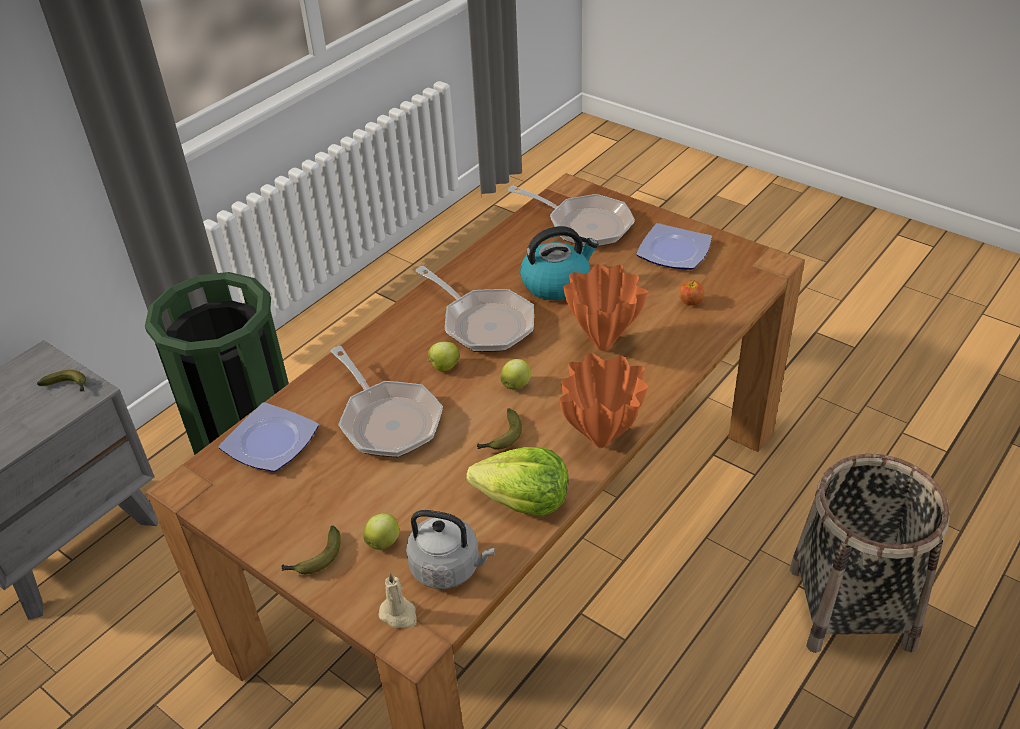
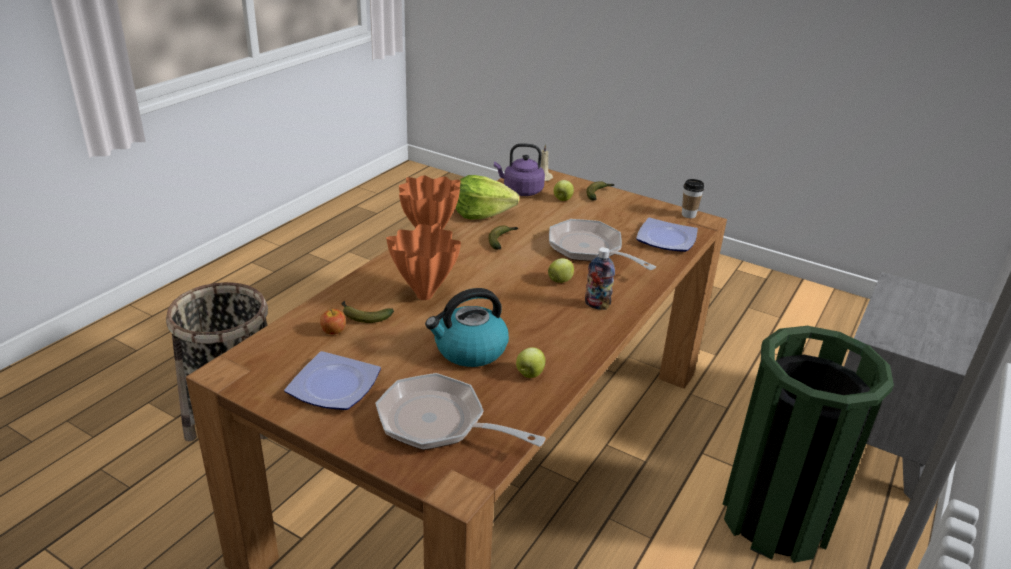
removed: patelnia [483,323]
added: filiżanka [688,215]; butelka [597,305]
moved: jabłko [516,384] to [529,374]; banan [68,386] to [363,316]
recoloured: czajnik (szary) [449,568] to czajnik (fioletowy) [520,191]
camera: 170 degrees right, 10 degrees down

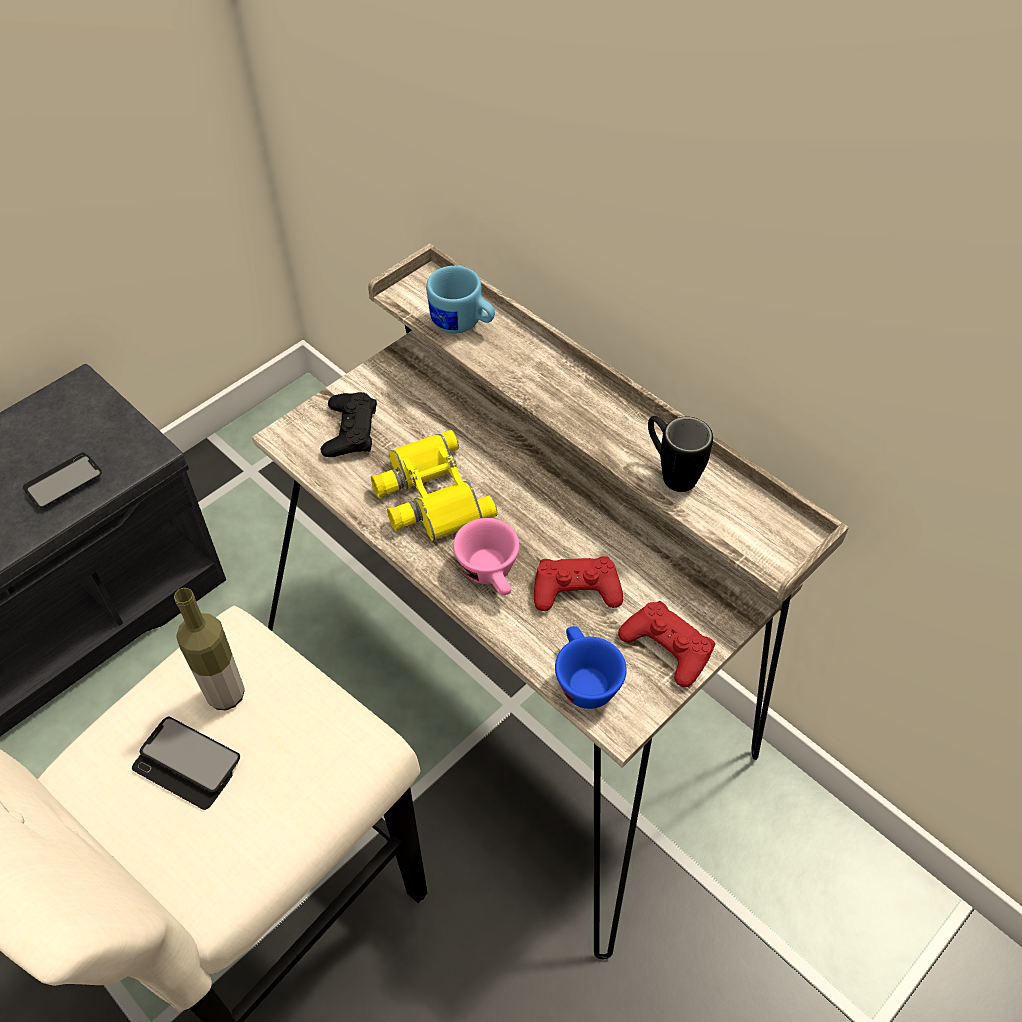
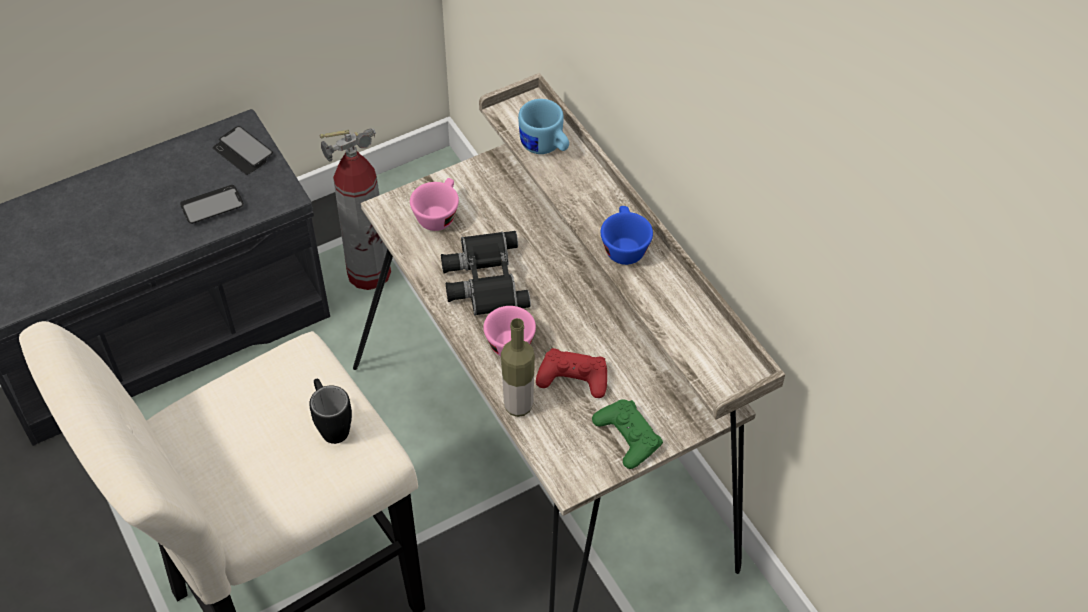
added: gaśnica [369,272]
moved: kubek (czarny) [670,472] to [331,425]; butelka [226,695] to [518,406]; filiżanka (niebieski) [583,680] to [623,246]; telefon [187,764] to [243,152]
replaced: pad do gier (czarny) [350,431] to filiżanka (różowy) [438,214]
recoloured: lornetka (żółty) [428,494] to lornetka (czarny) [483,279]; pad do gier (czerwony) [667,647] to pad do gier (zielony) [627,437]
camera: 15 degrees right, 0 degrees up

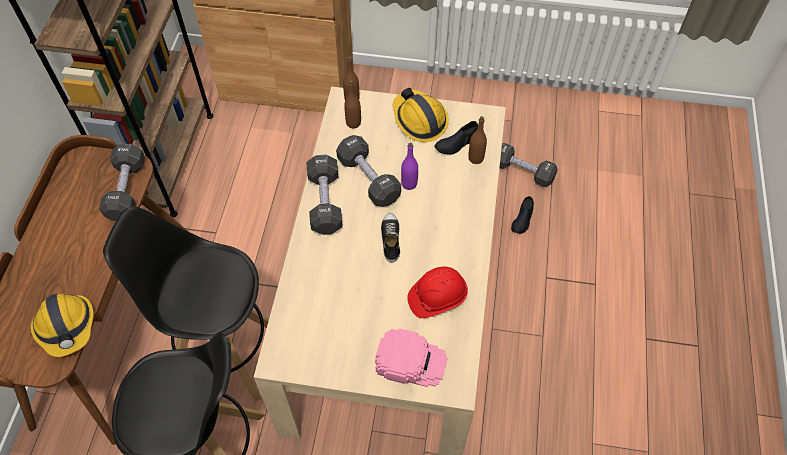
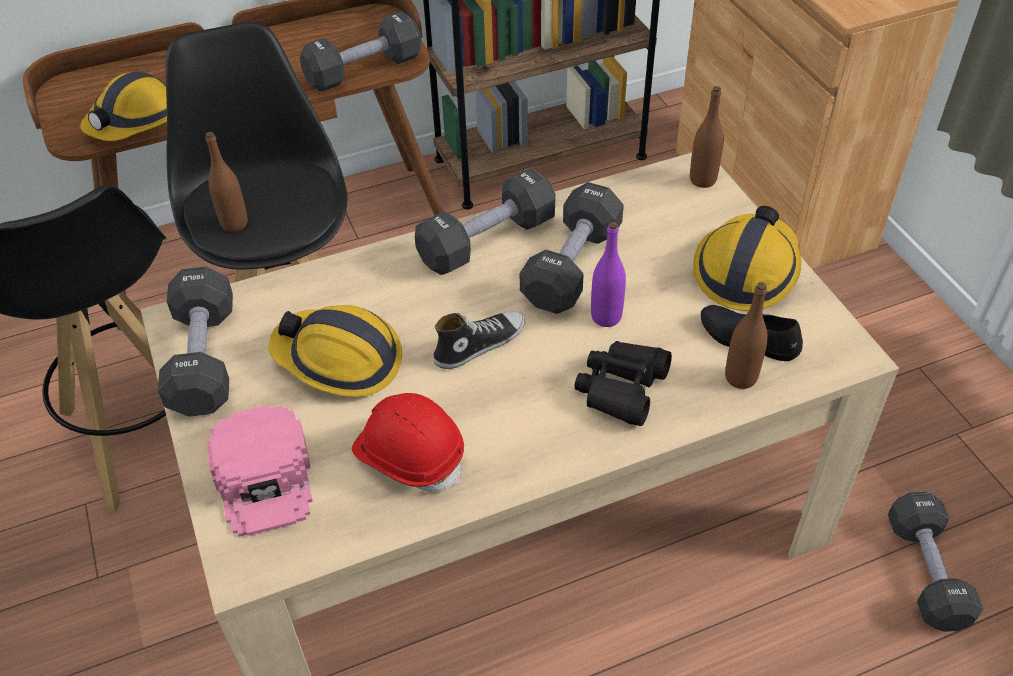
removed: but (czarny) [522,219]
added: hantel (czarny) [204,359]; kask [339,360]; lornetka (czarny) [621,388]
moved: butelka (brązowy) [353,123] to [234,223]
camera: 60 degrees right, 10 degrees down

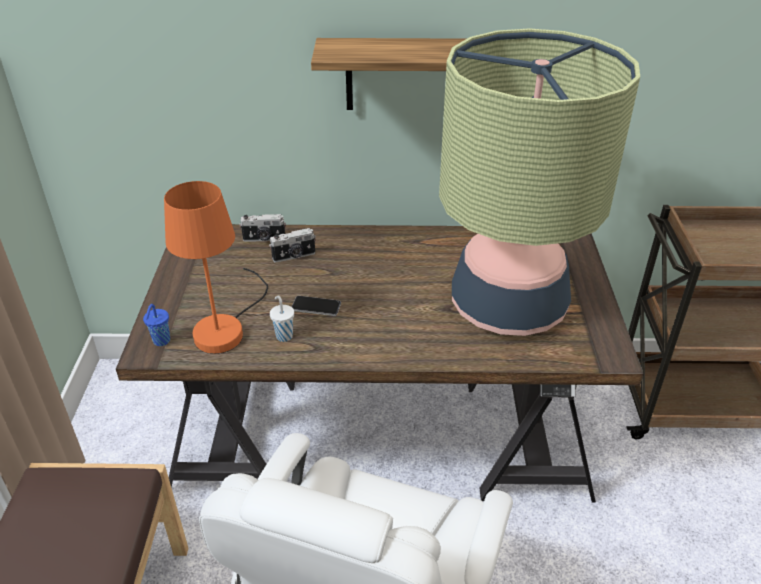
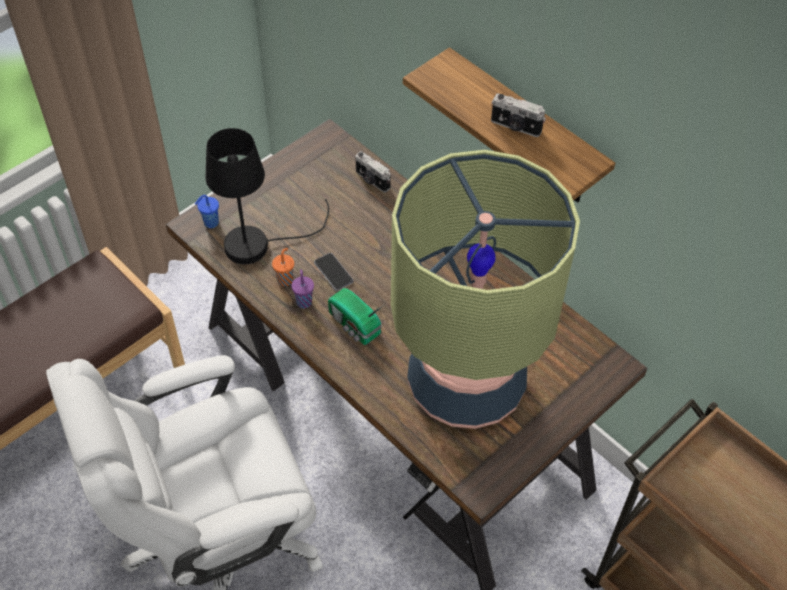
added: filiżanka (fioletowy) [304,301]; radio [354,326]
moved: aparat fotograficzny [294,256] to [515,127]
recoloured: lampa stołowa (pomarańczowy) [226,327] to lampa stołowa (czarny) [259,243]; filiżanka (biały) [284,335] to filiżanka (pomarańczowy) [285,279]
camera: 45 degrees right, 15 degrees up

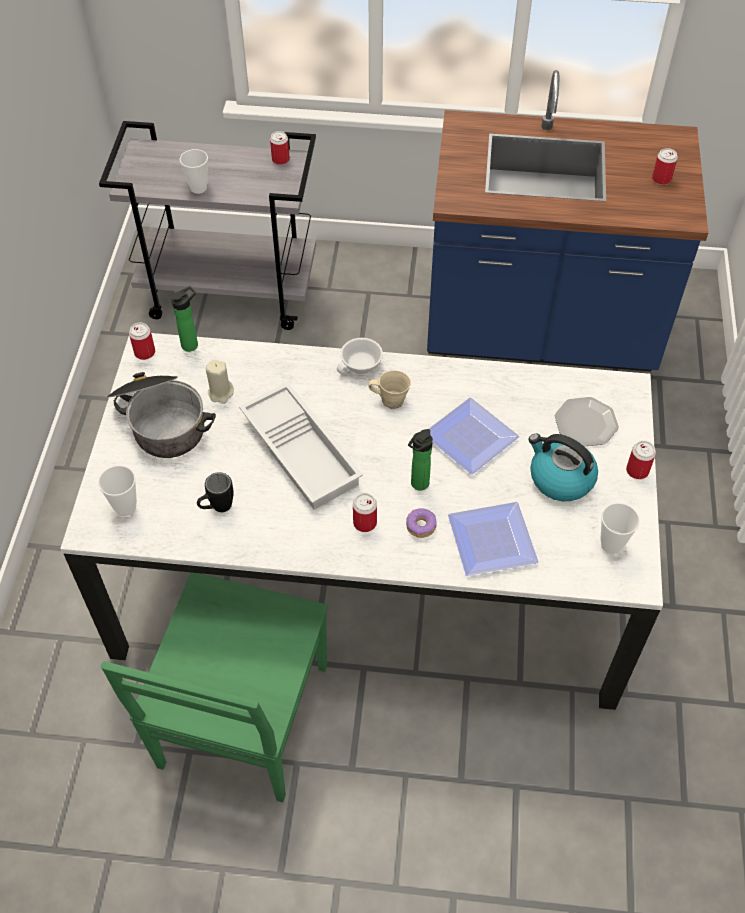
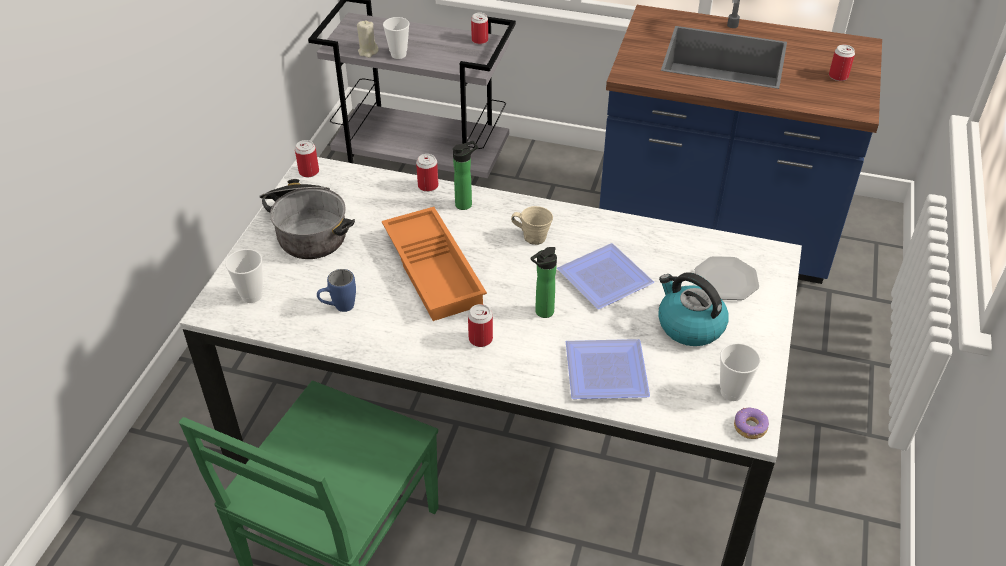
removed: filiżanka (biały) [361,367]
moved: butelka [192,344] to [466,204]; świeca (beżowy) [221,393] to [368,52]; puszka [637,470] to [428,186]; donut [421,526] to [750,427]
recoloured: taca (biały) [303,451] to taca (pomarańczowy) [435,270]; kubek (czarny) [217,508] to kubek (niebieski) [338,307]
camera: 10 degrees right, 10 degrees down

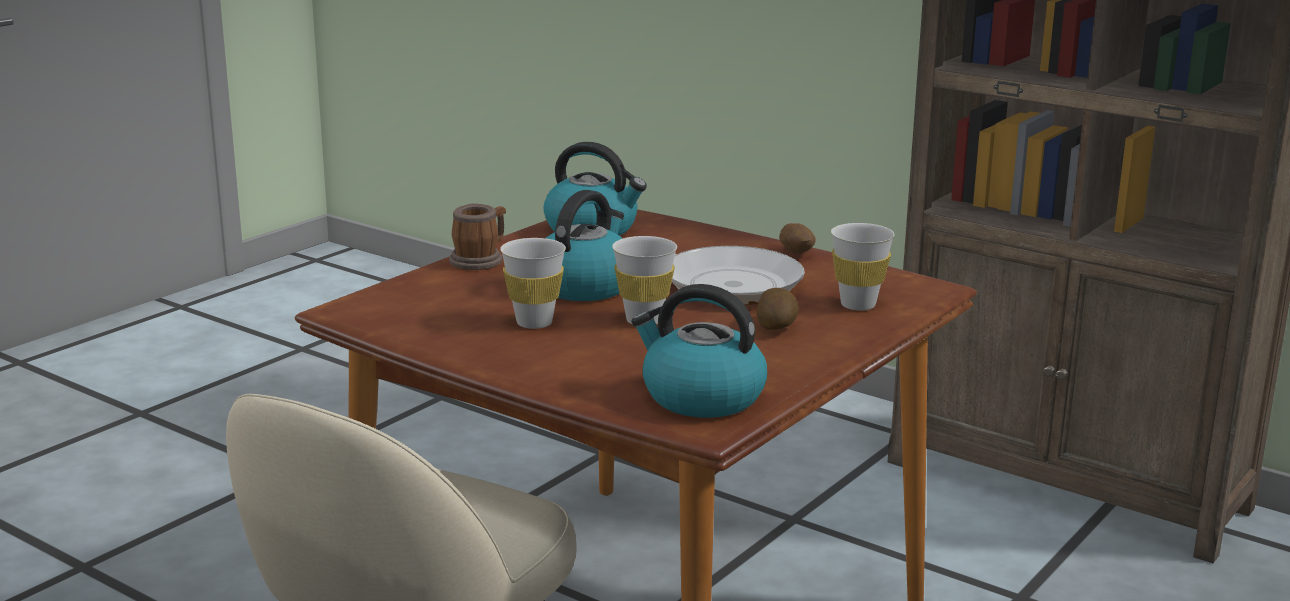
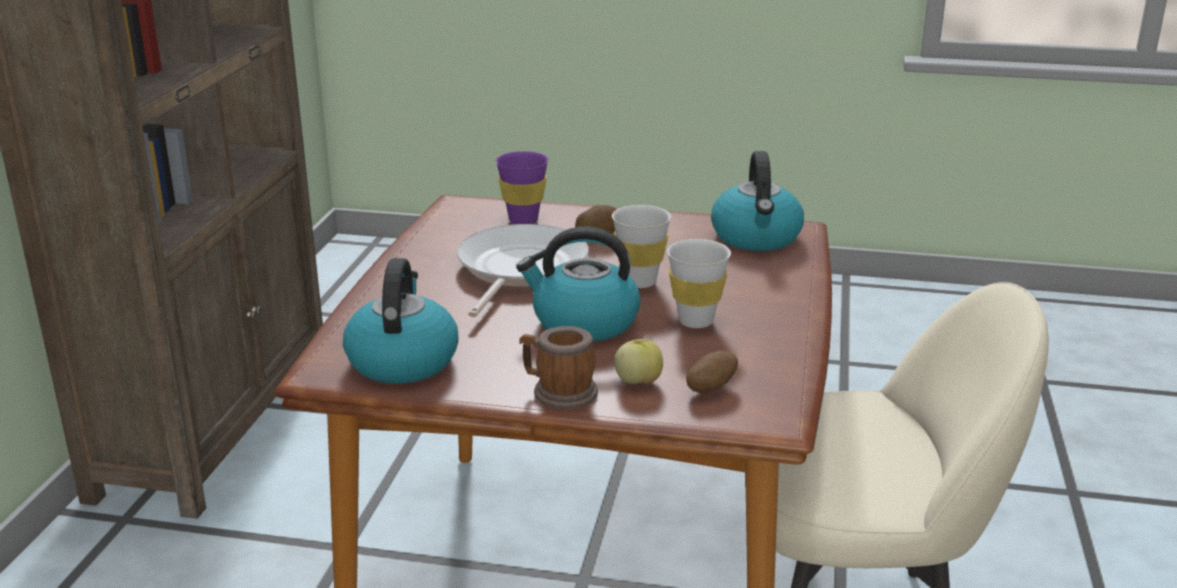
added: jabłko [638,381]
moved: ziemniak [796,253] to [710,388]
recoloured: filiżanka (biały) [858,305] to filiżanka (fioletowy) [523,220]
camera: 115 degrees left, 5 degrees up

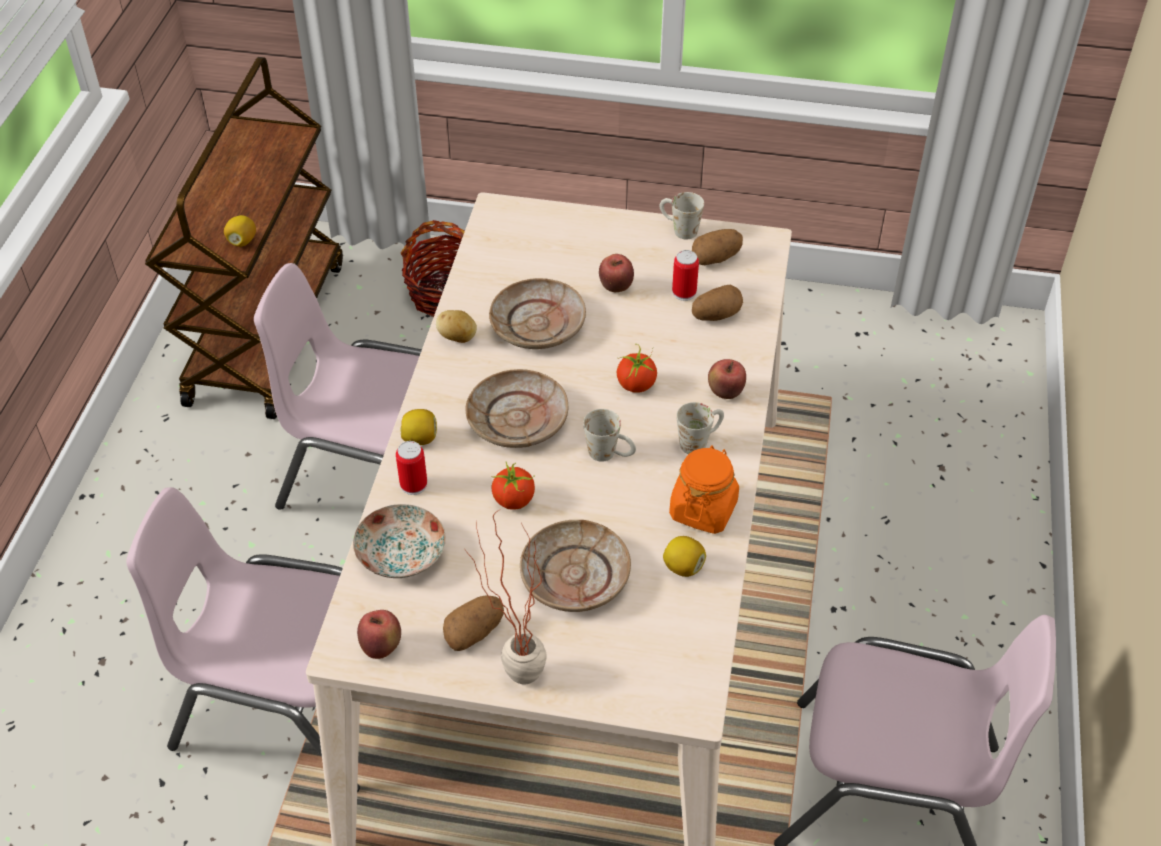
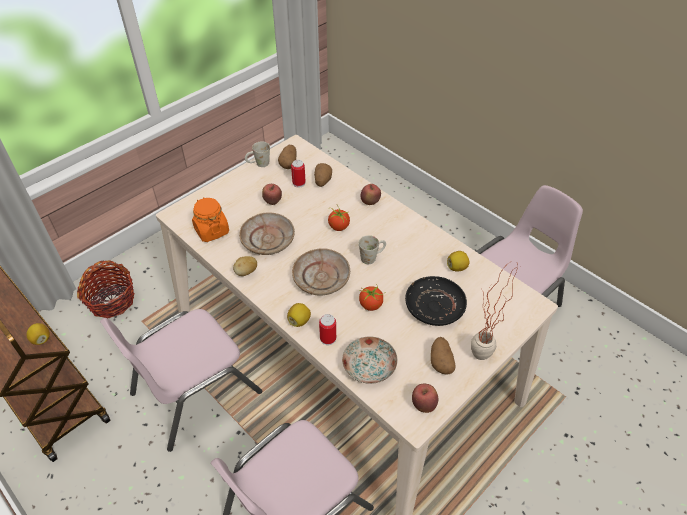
removed: kubek (biały) [700,441]
moved: słoik (pomarańczowy) [703,509] to [211,231]
recoloured: talerz (beżowy) [574,576] to talerz (czarny) [434,307]
camera: 55 degrees left, 0 degrees up

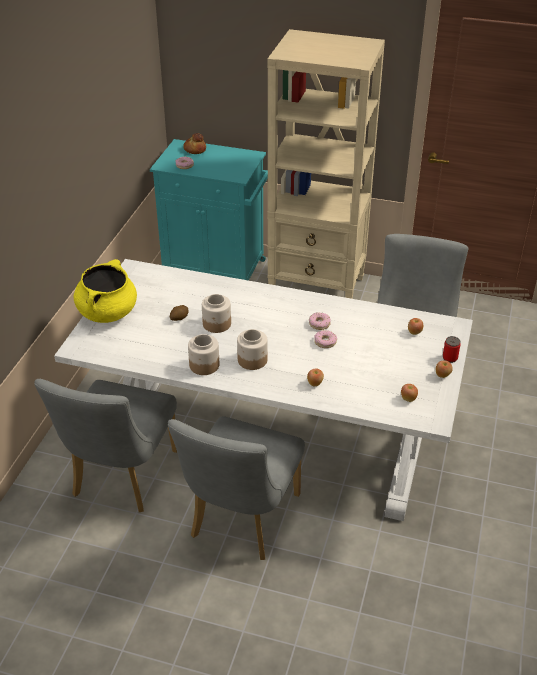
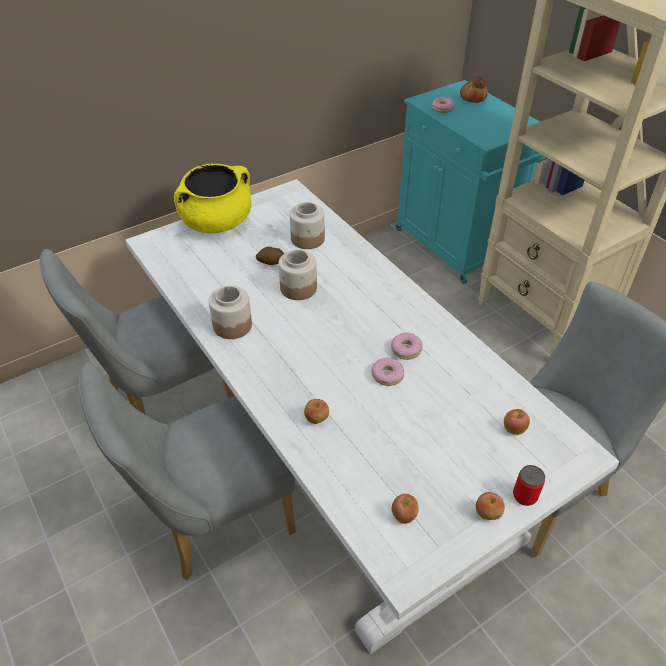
moved: słoik [253,360] to [308,239]
camera: 40 degrees right, 5 degrees up

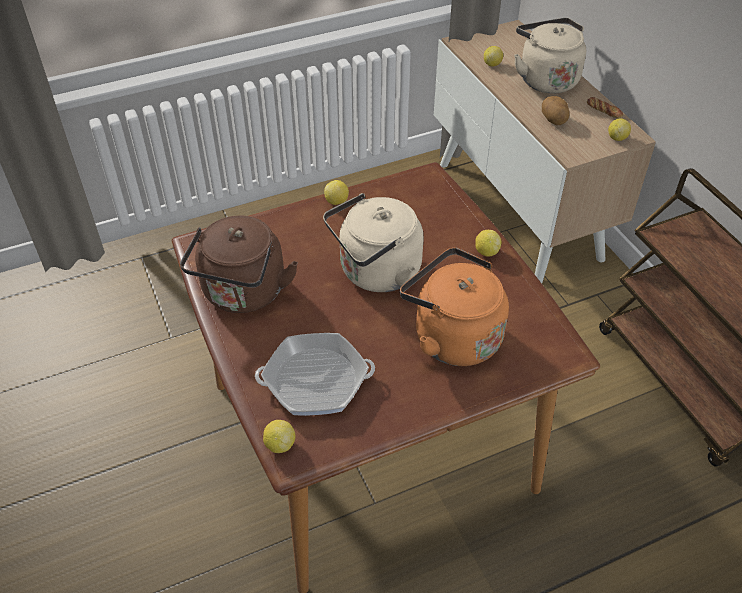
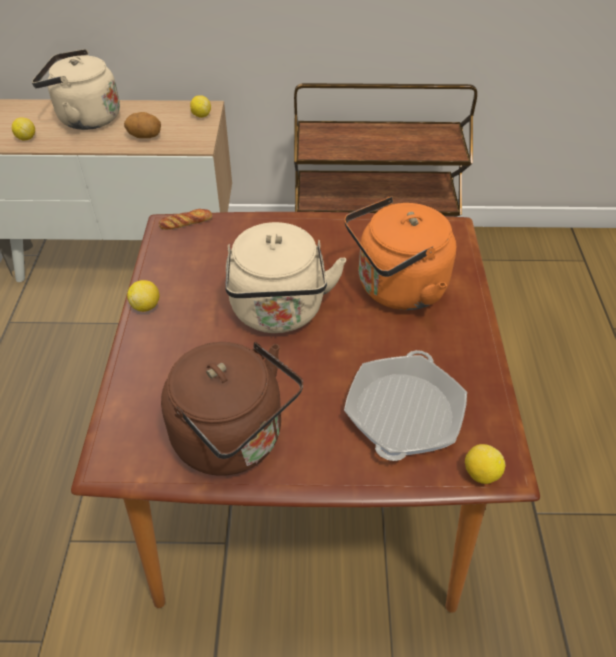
removed: cytryna [486,252]
moved: chleb [604,110] to [186,222]
camera: 65 degrees left, 0 degrees up

